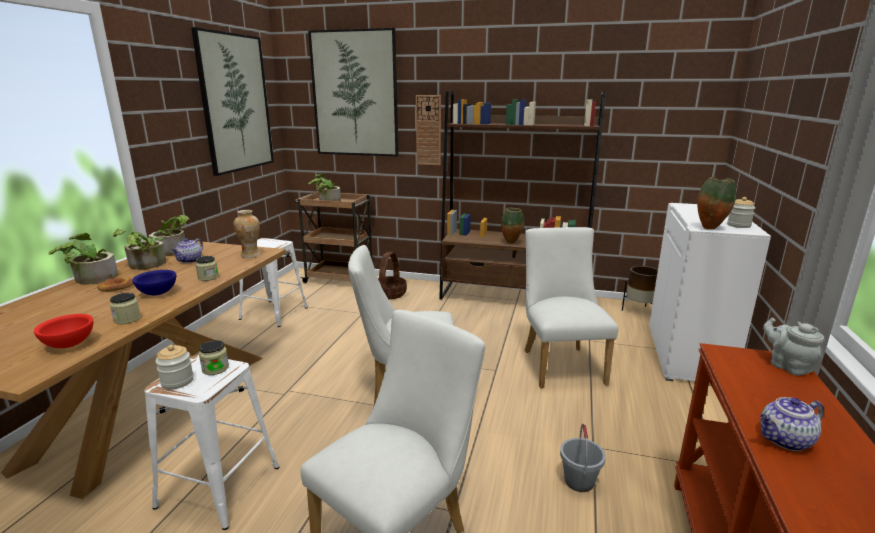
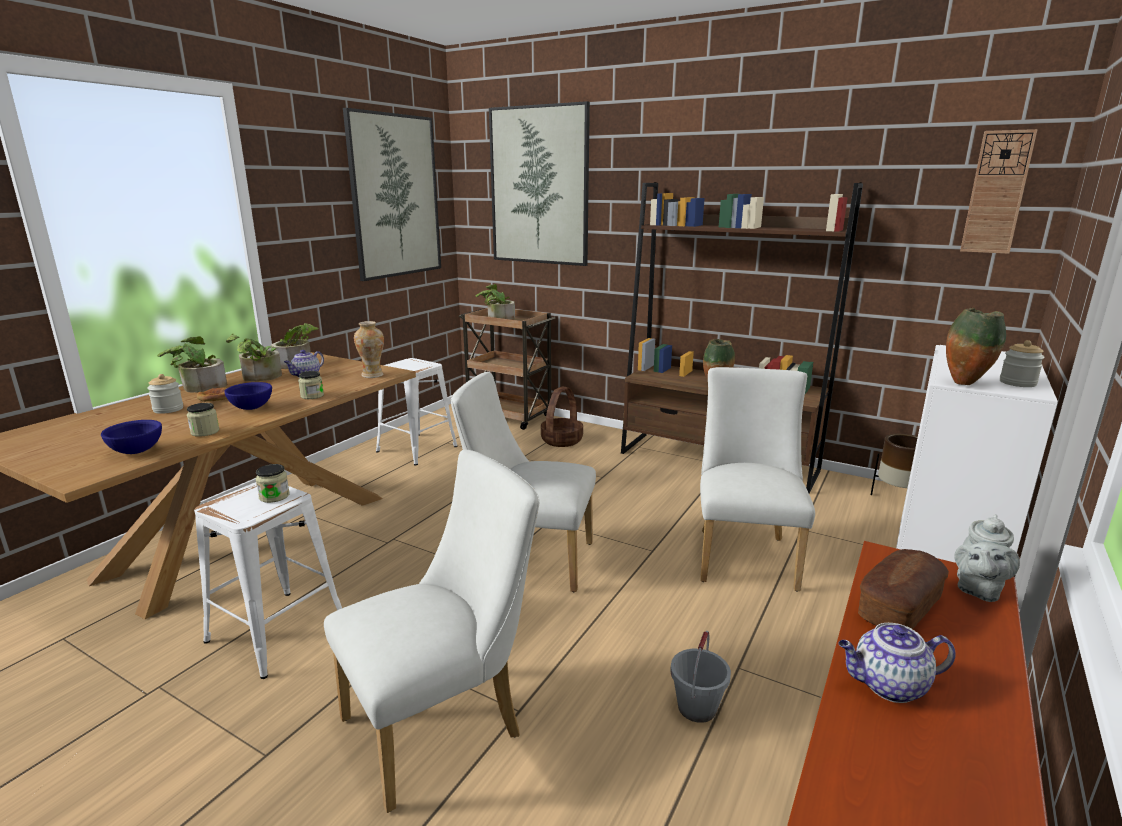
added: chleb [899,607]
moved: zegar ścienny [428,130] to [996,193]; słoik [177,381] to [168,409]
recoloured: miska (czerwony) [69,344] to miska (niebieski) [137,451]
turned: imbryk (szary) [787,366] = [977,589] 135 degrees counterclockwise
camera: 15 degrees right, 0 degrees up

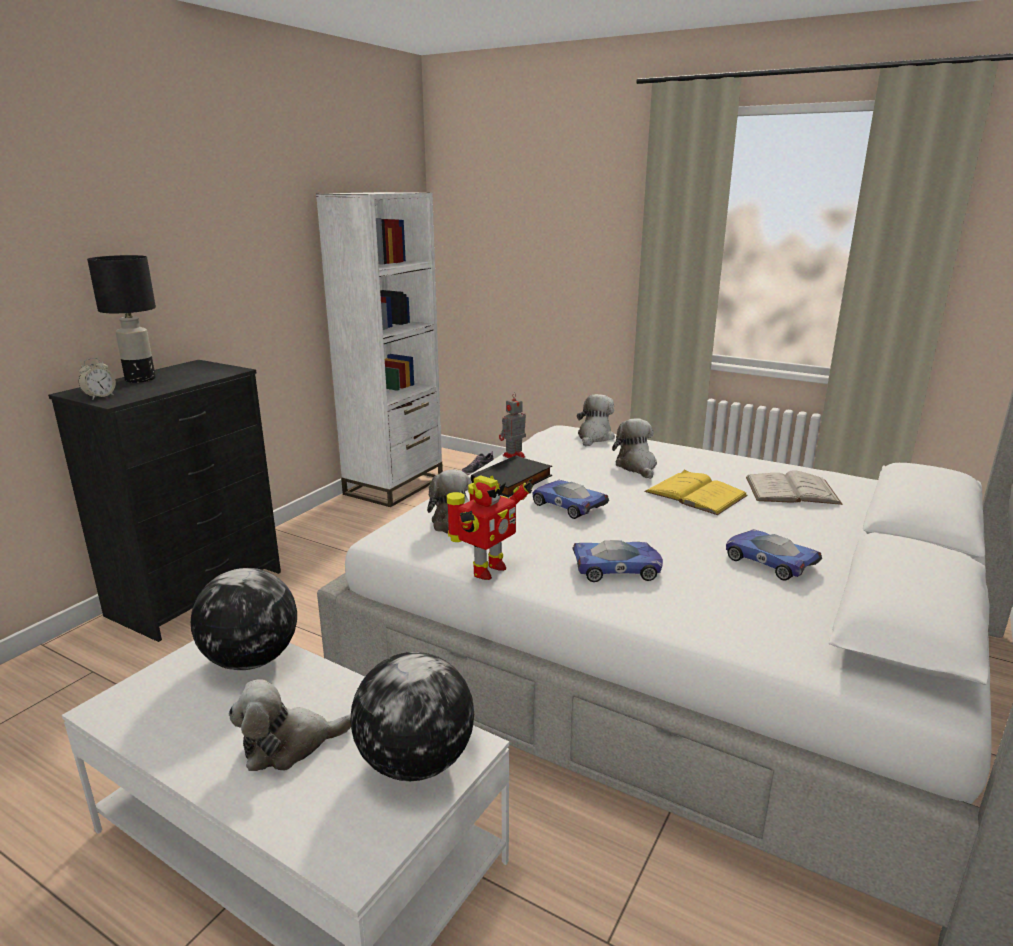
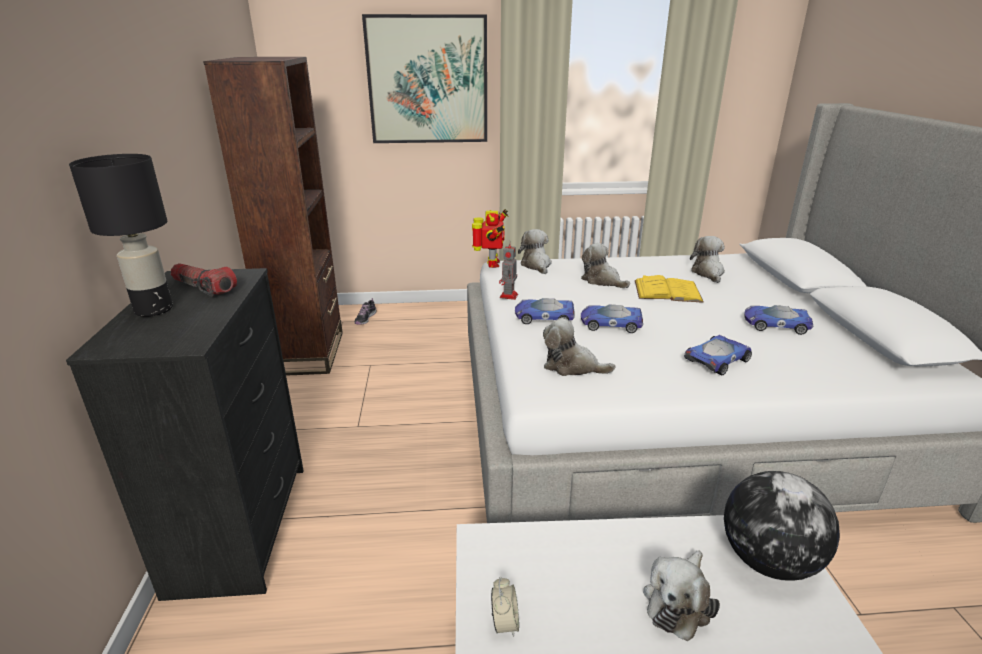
removed: globus [250,660]
added: obraz [428,80]; latarka [204,288]
moved: budzik [100,397] to [505,623]; robot zabawkowy [486,570] to [491,264]
replaced: książka (czarny) [513,481] to samochodzik [543,317]; książka (biały) [791,490] to pluszak [708,273]
recoloured: regał (biały) [394,486] to regał (brązowy) [307,353]
camera: 35 degrees left, 5 degrees up

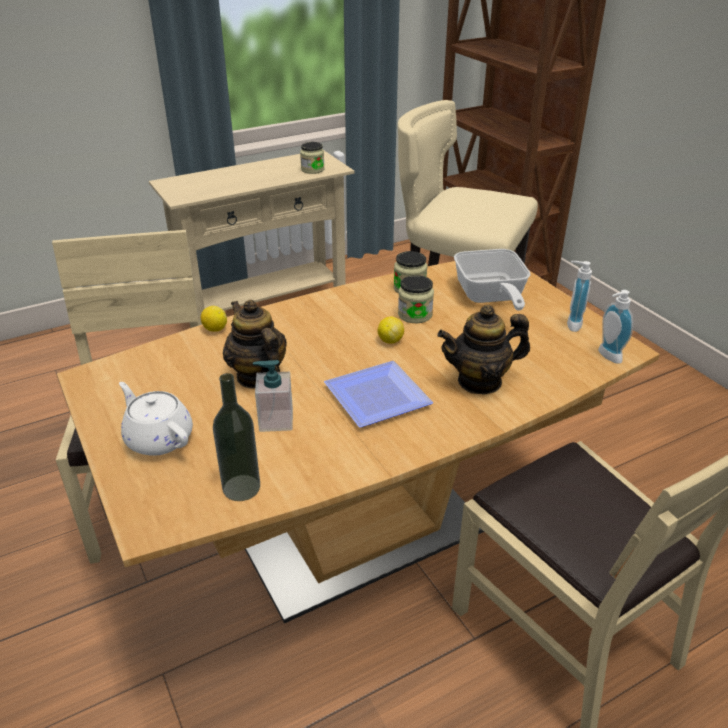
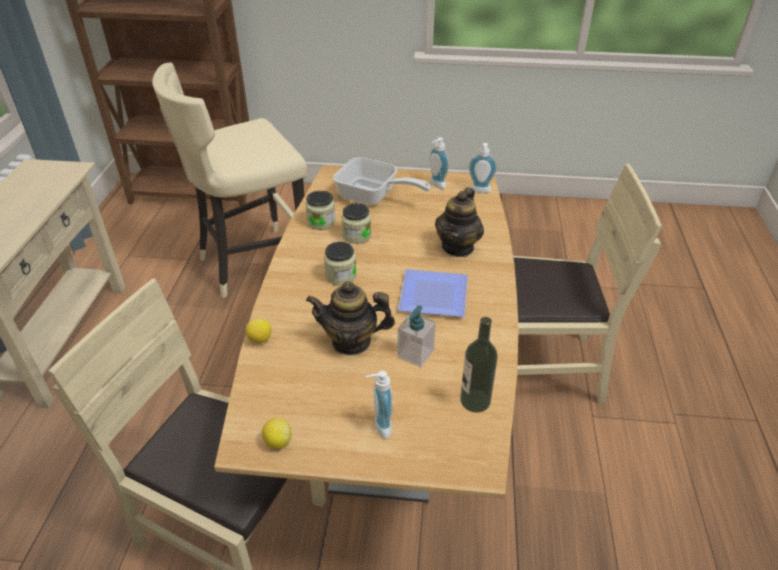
moved: słoik [312,169] to [341,276]; cytryna [390,340] to [278,441]
replaced: imbryk (biały) [158,438] to dozownik mydła [379,426]
camera: 55 degrees left, 5 degrees up

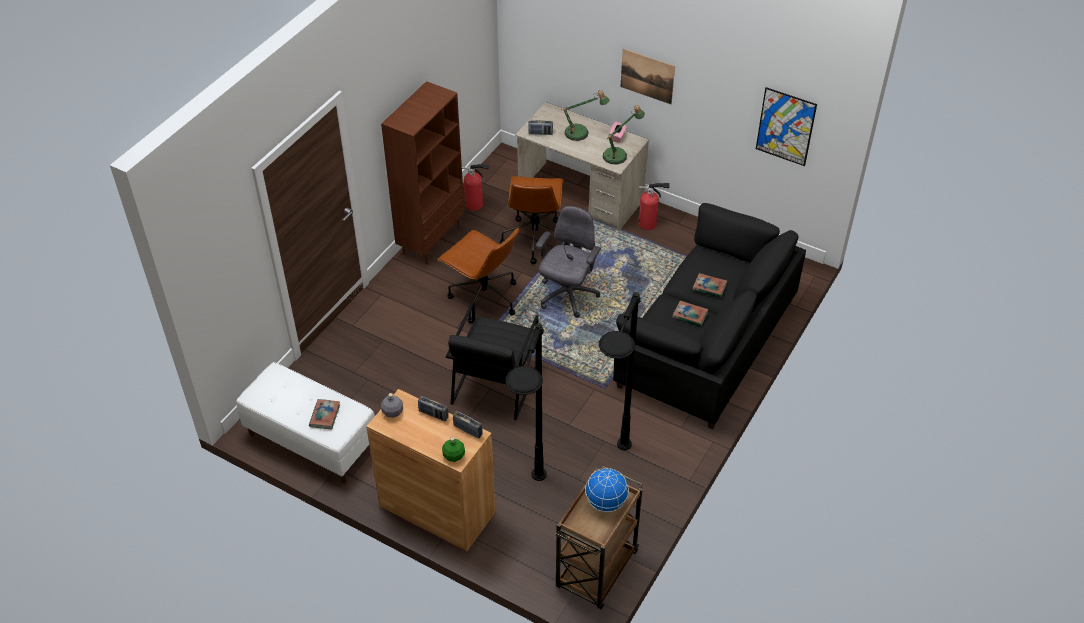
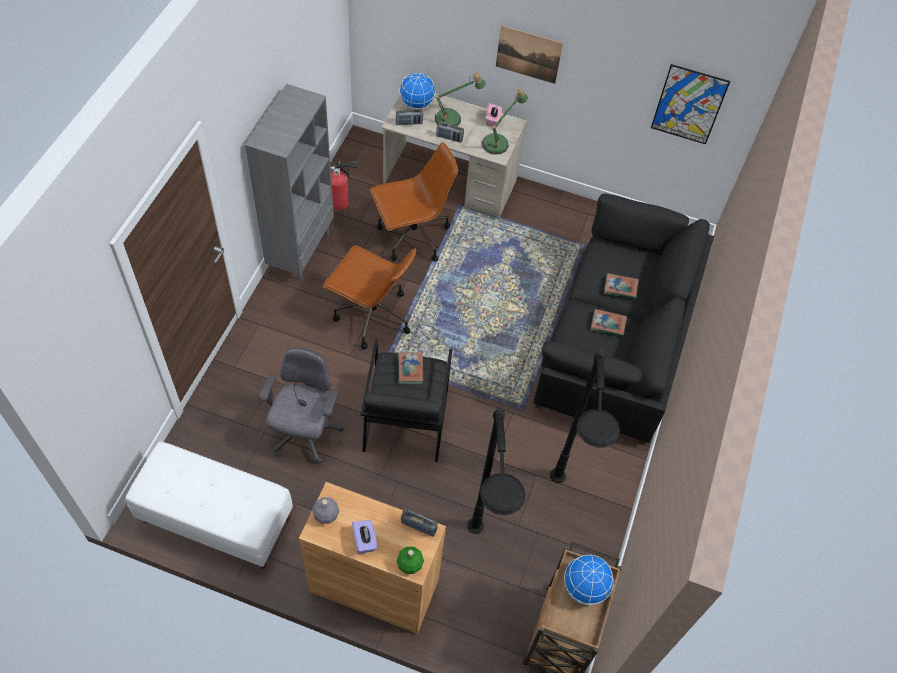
removed: gaśnica [649,224]
added: globus [416,104]; pudełko chusteczek (fioletowy) [364,540]
moved: krzesło biurowe (szary) [567,296] to [305,434]; radio [433,414] to [449,138]; książka [325,416] to [410,369]
recoloured: regał (brązowy) [431,240] to regał (szary) [300,251]
turned: krzesło biurowe (brązowy) [535,238] = [412,237] 105 degrees counterclockwise
camera: 15 degrees left, 10 degrees up

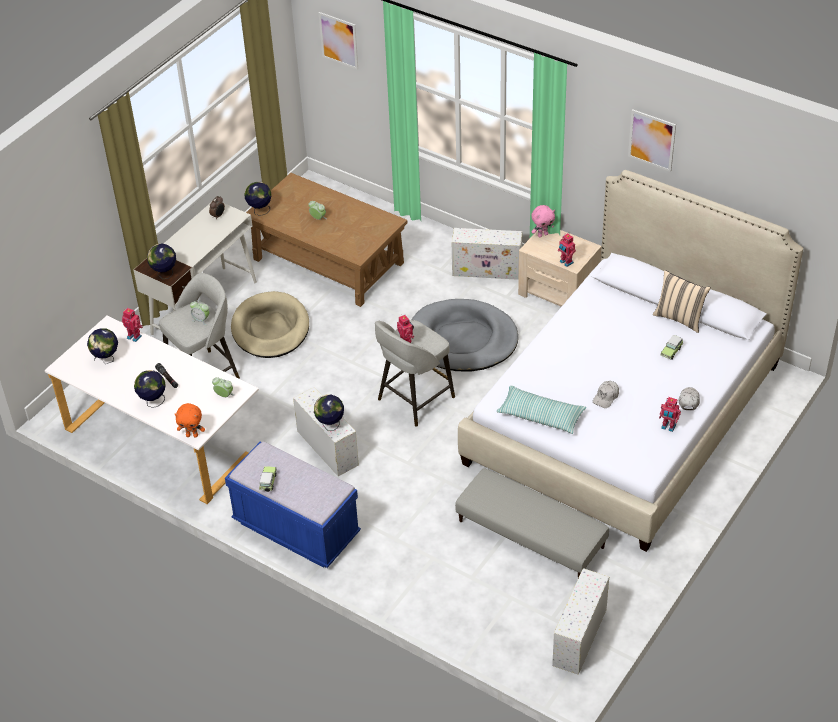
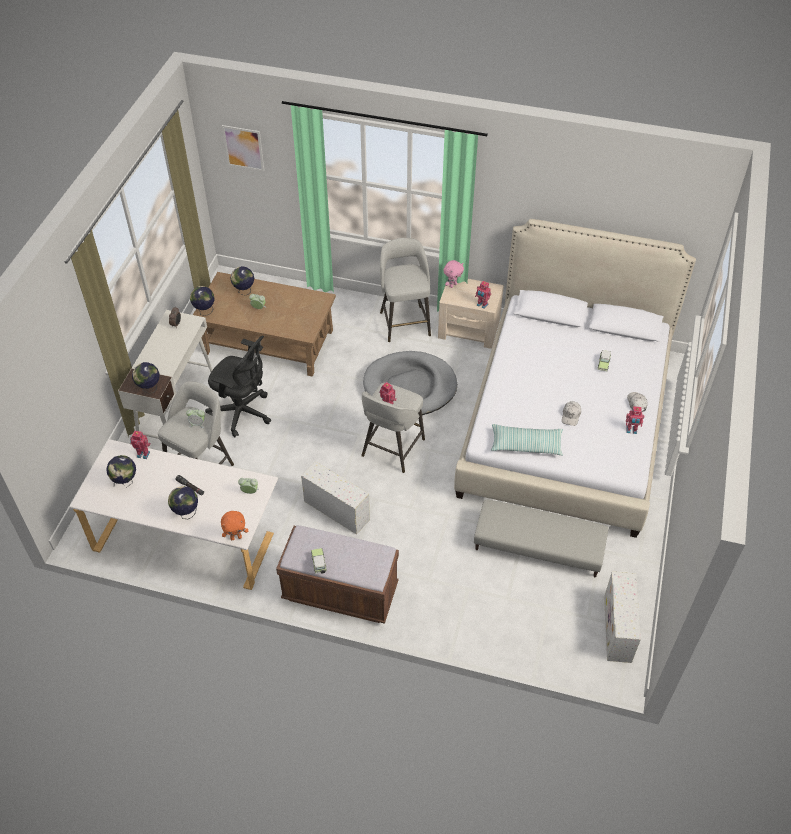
removed: obraz [652,140]; poduszka (beżowy) [679,318]
moved: globus [330,425] to [244,291]
replaced: pojemnik do przechowywania (biały) [488,270] to stołek (szary) [404,322]; legowisko (beżowy) [270,328] to krzesło biurowe (czarny) [243,413]
recoloured: ławka (niebieski) [296,529] to ławka (brązowy) [340,593]
camera: 20 degrees left, 5 degrees up

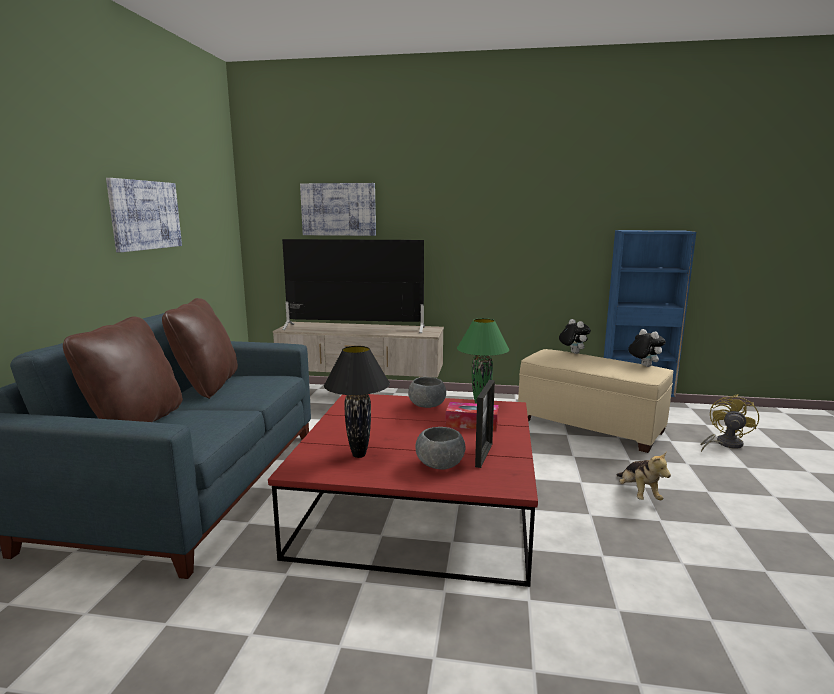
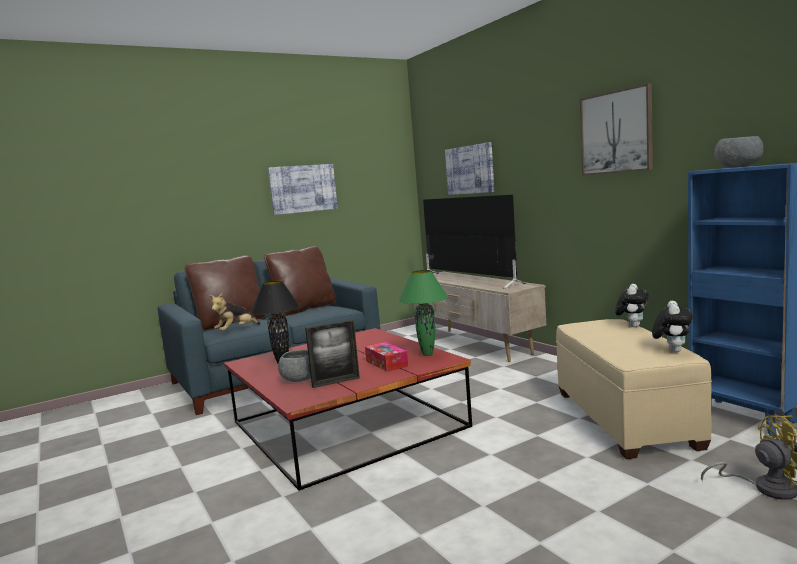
added: obraz [616,132]
moved: miska (szary) [427,405] to [738,167]; pluszak [638,494] to [236,331]
camera: 50 degrees right, 5 degrees down

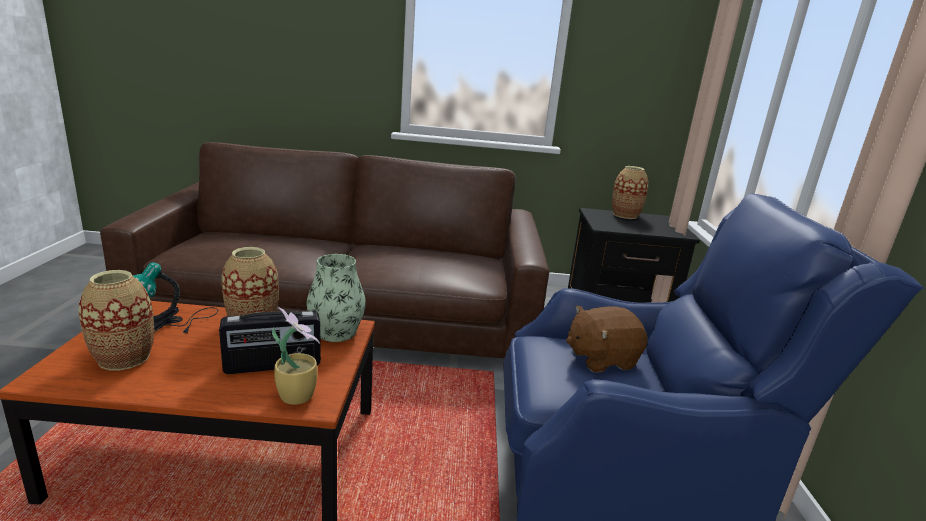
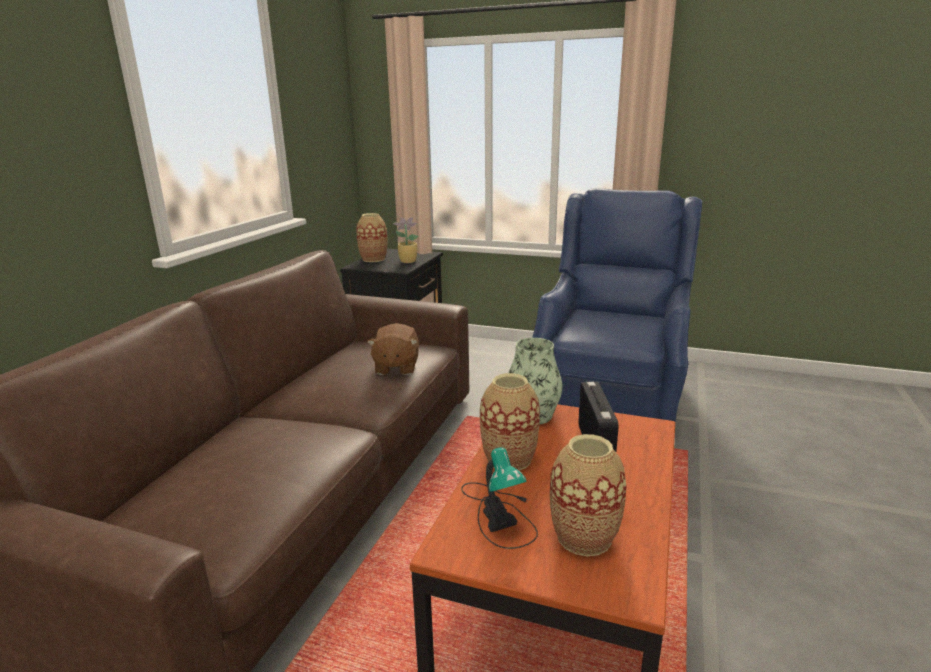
moved: pluszak (brązowy) [600,358] to [396,367]; roślina doniczkowa [297,395] to [407,261]
camera: 70 degrees left, 0 degrees up

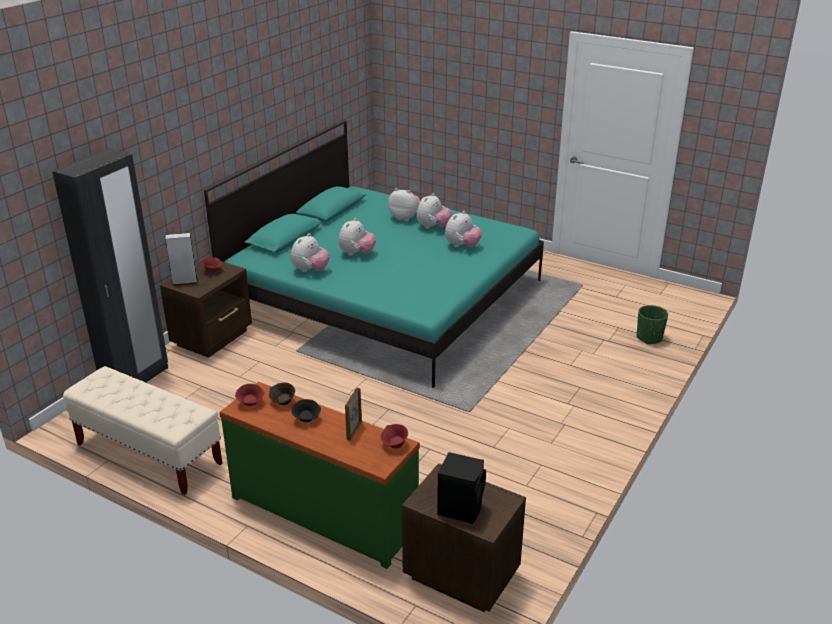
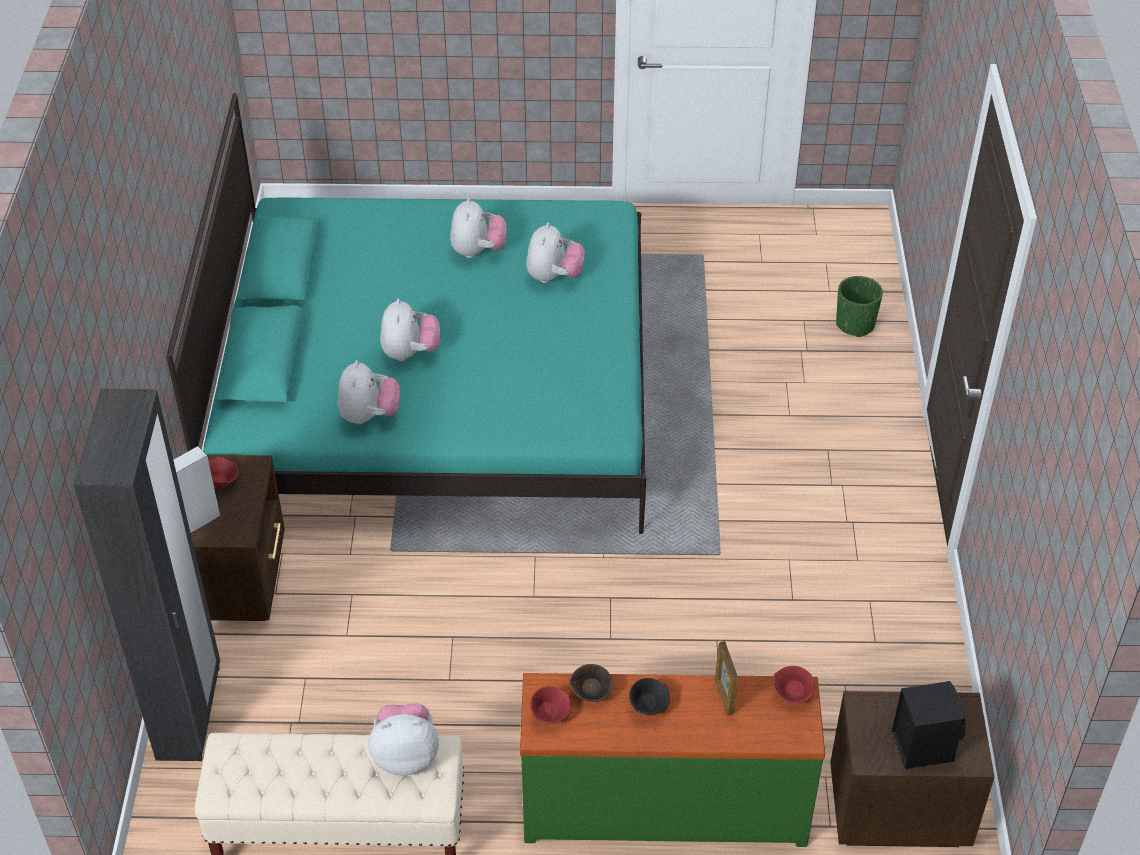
moved: pluszak [405,217] to [406,755]
camera: 30 degrees left, 15 degrees up

